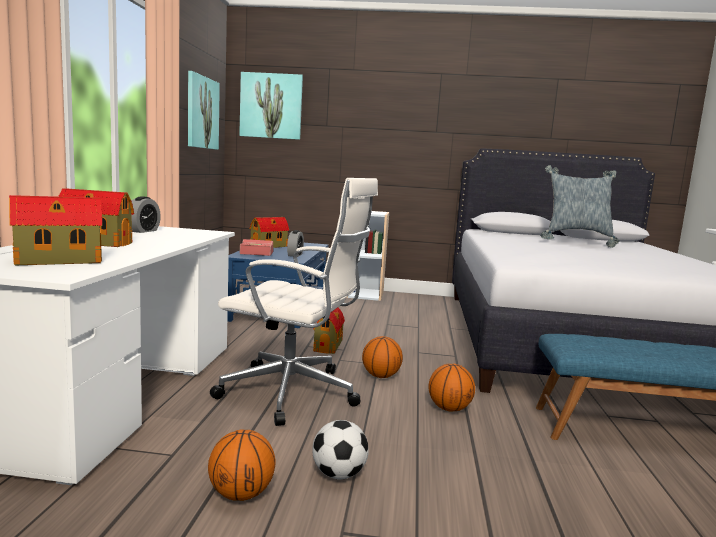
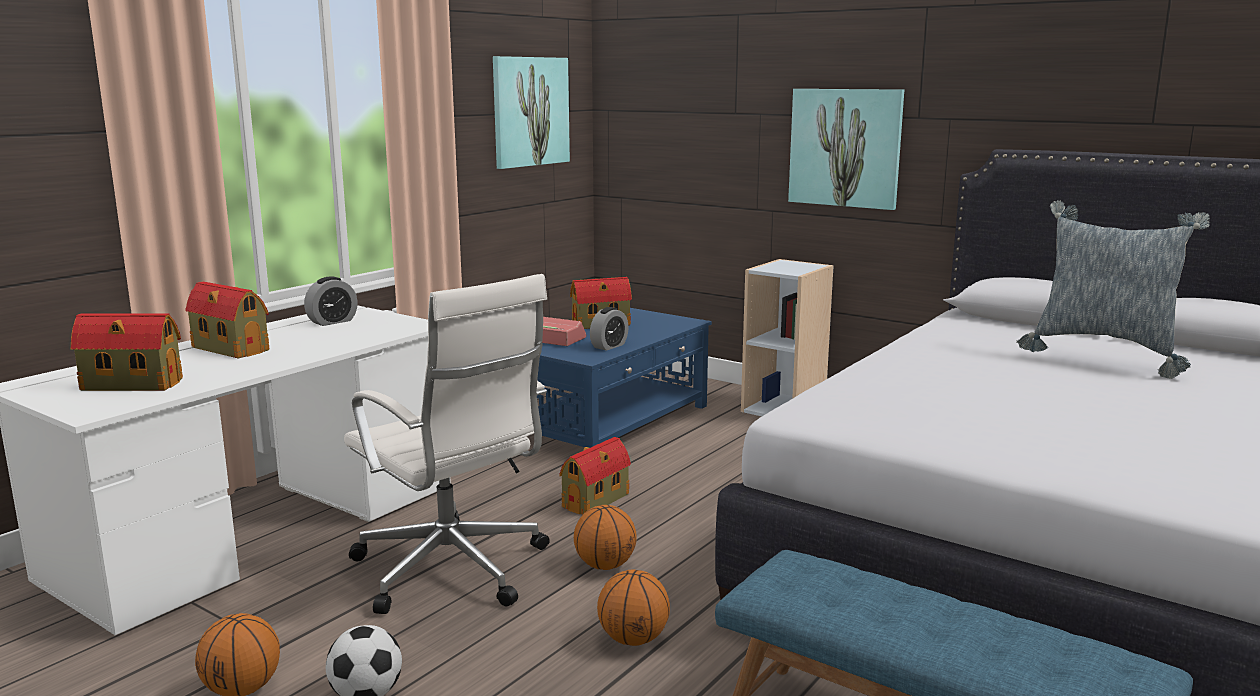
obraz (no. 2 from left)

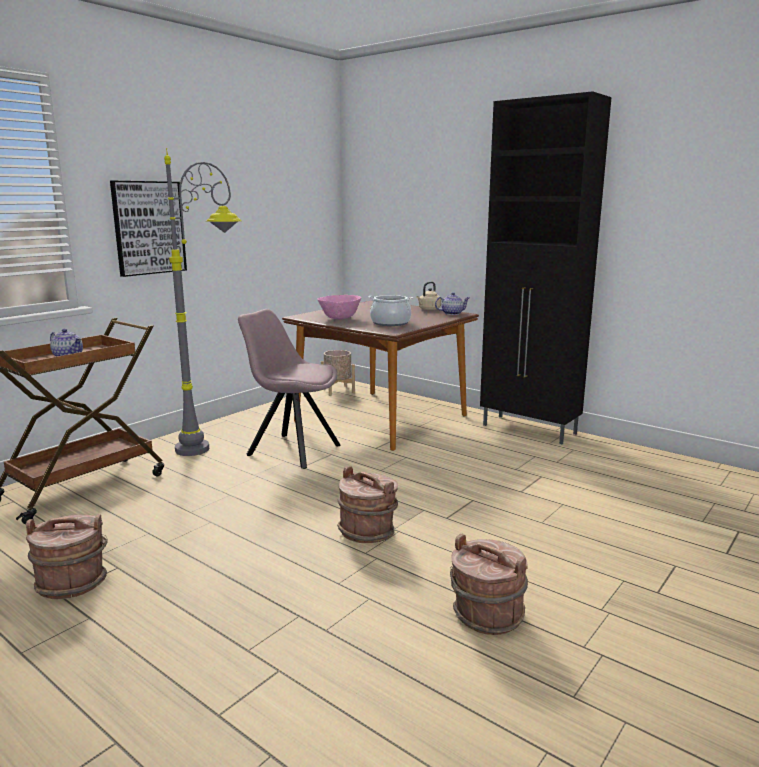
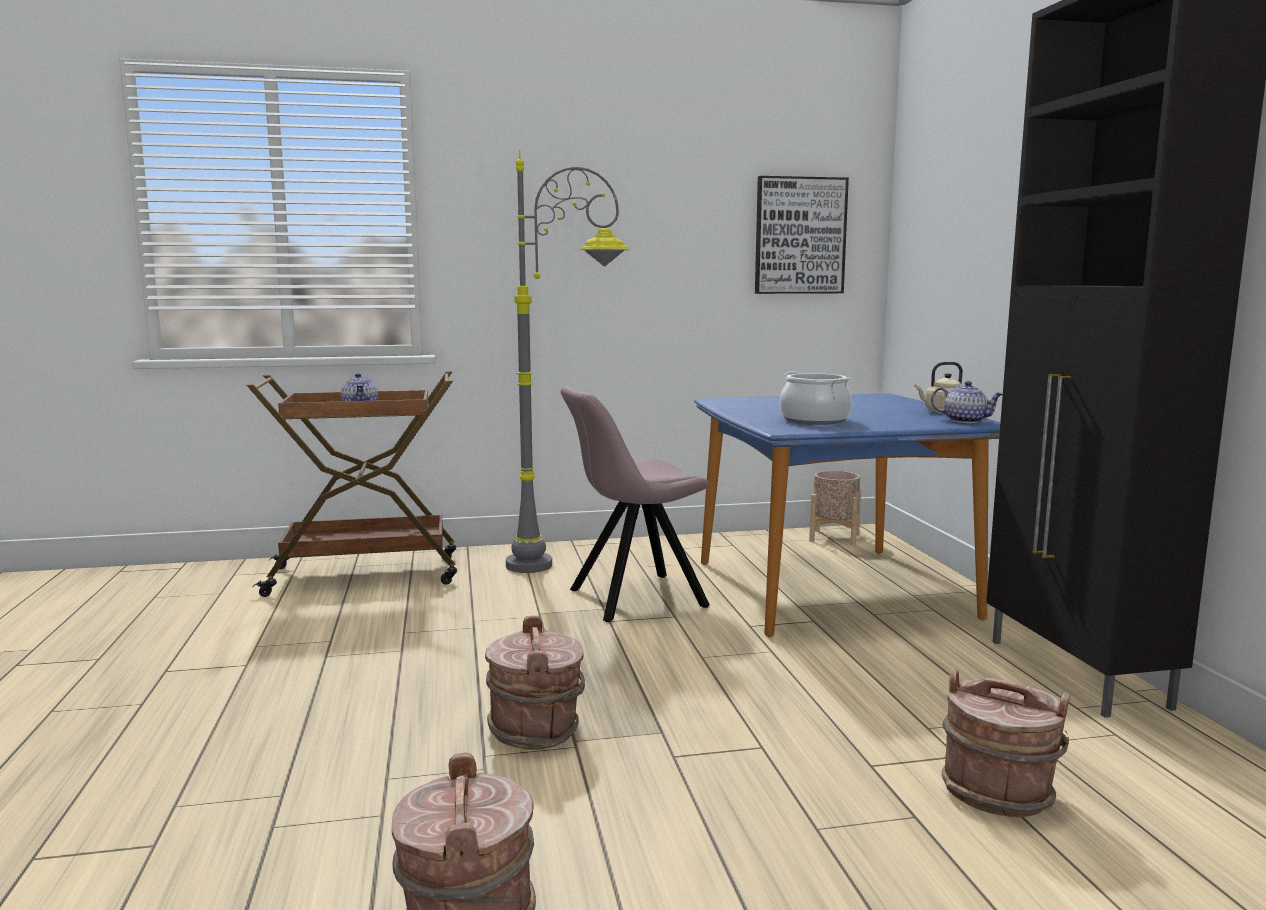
miska [różowy]
wiadro [brązowy] (no. 3 from left)
obraz
stół jadalny [niebieski]
krzesło [różowy]

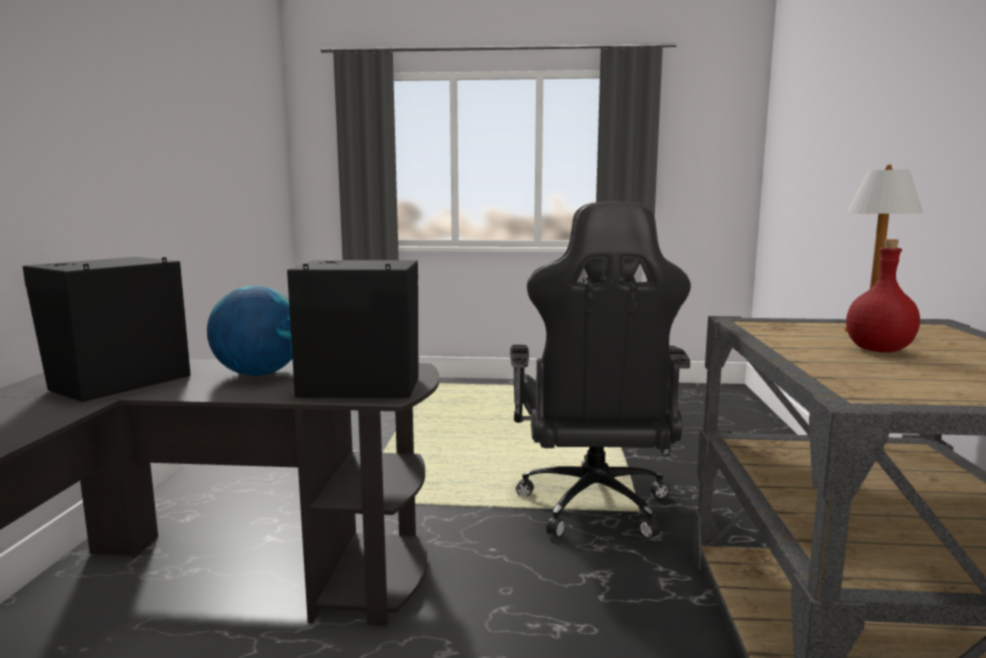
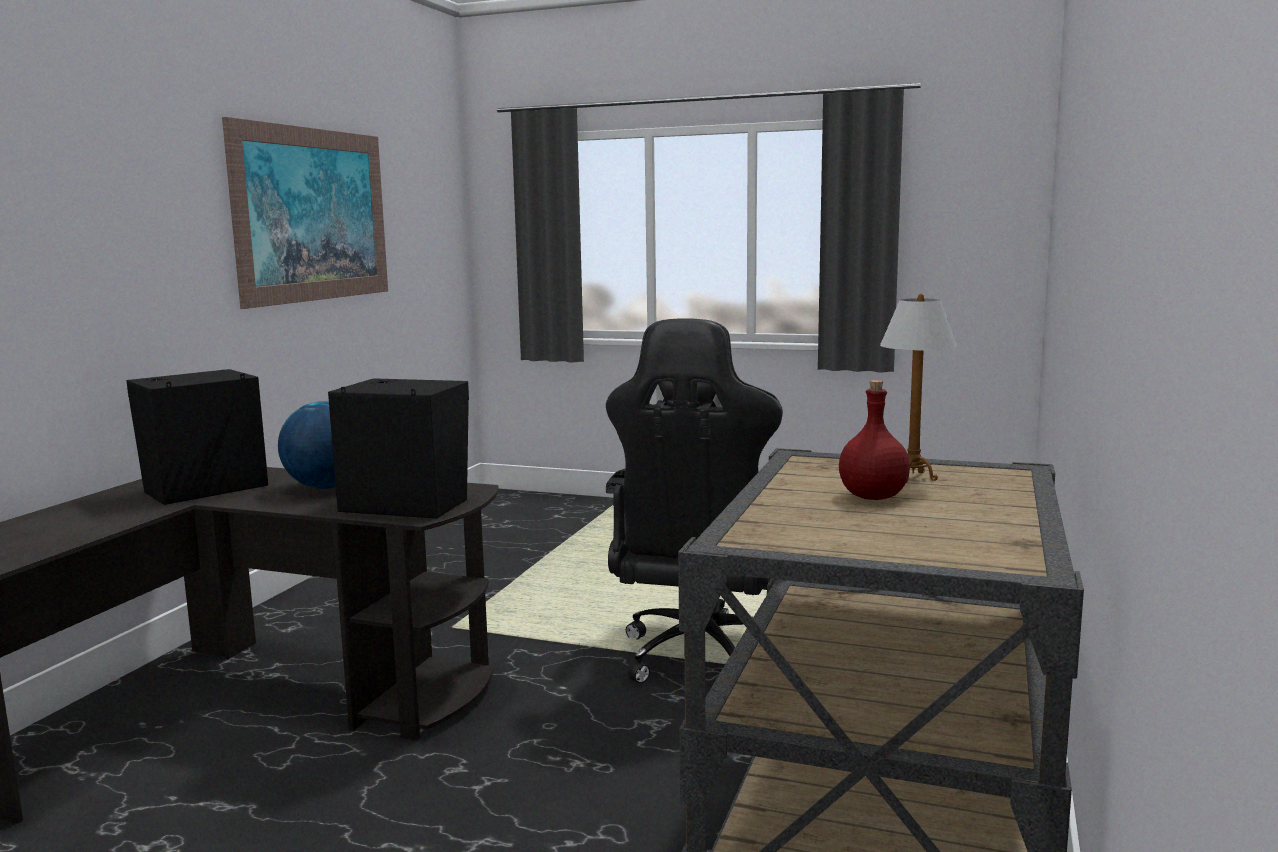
obraz

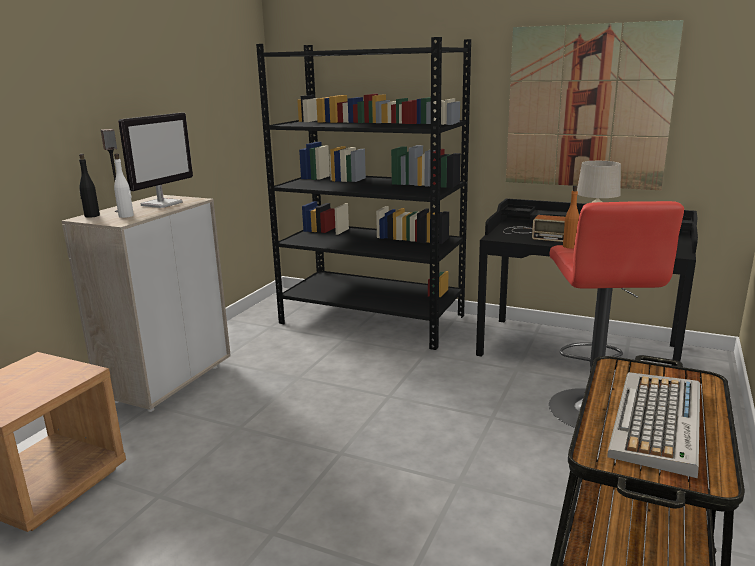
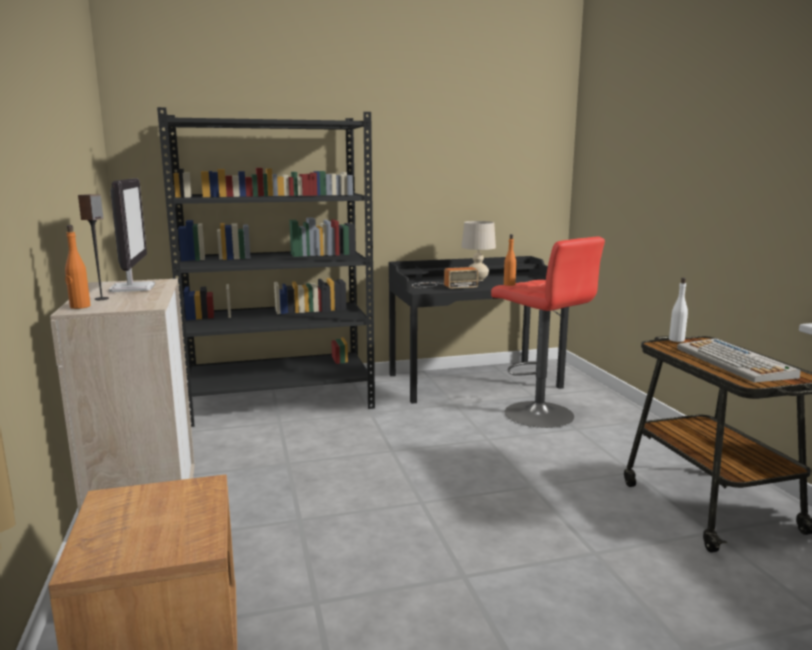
obraz
butelka [biały]
butelka [pomarańczowy] (no. 1 from left)

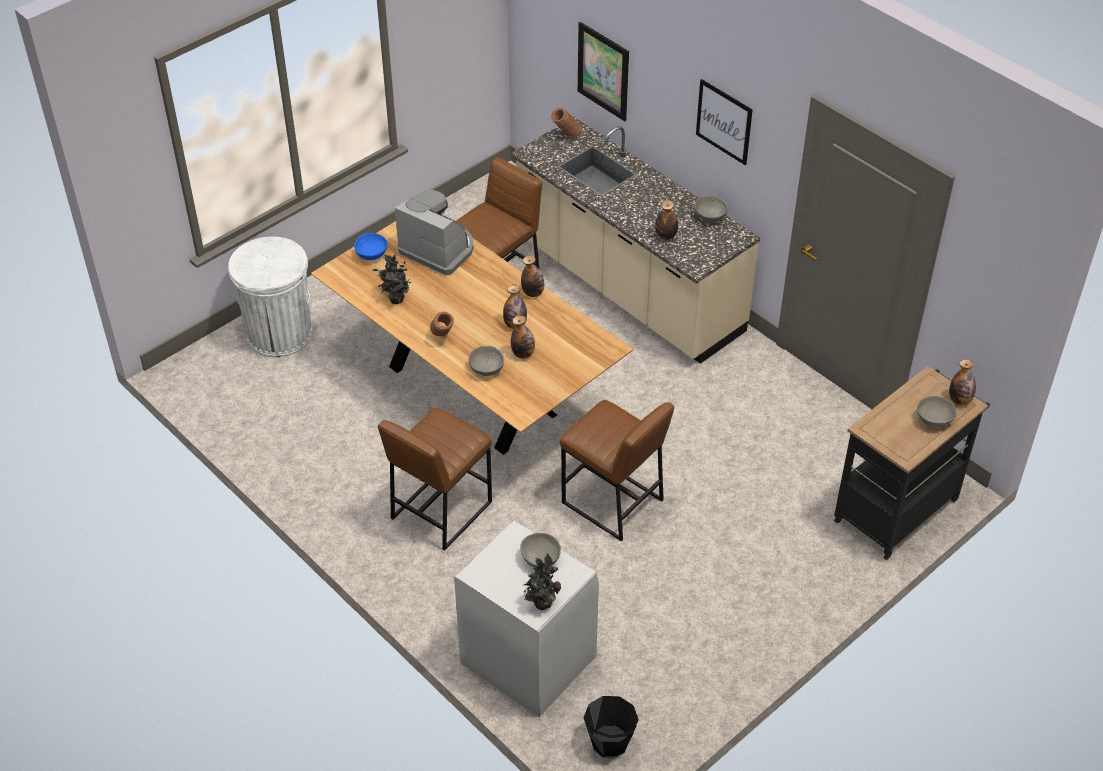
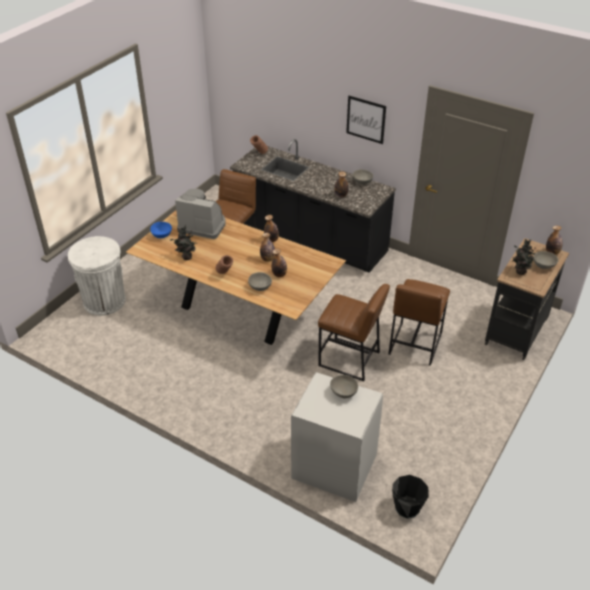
obraz (no. 1 from left in the first image)
krzesło [brązowy] (no. 3 from left)
roślina doniczkowa (no. 2 from left)
zabudowa kuchenna [czarny]

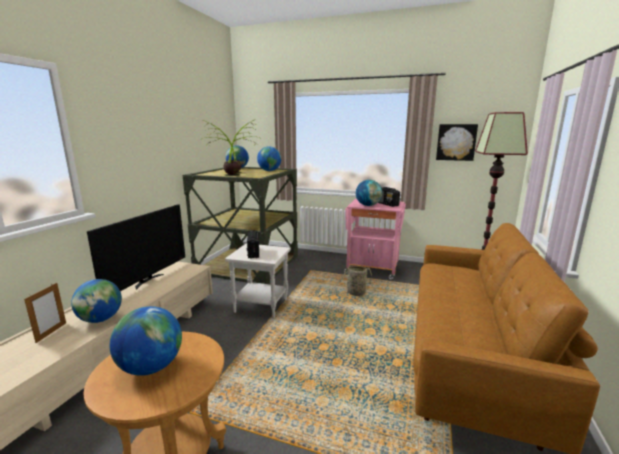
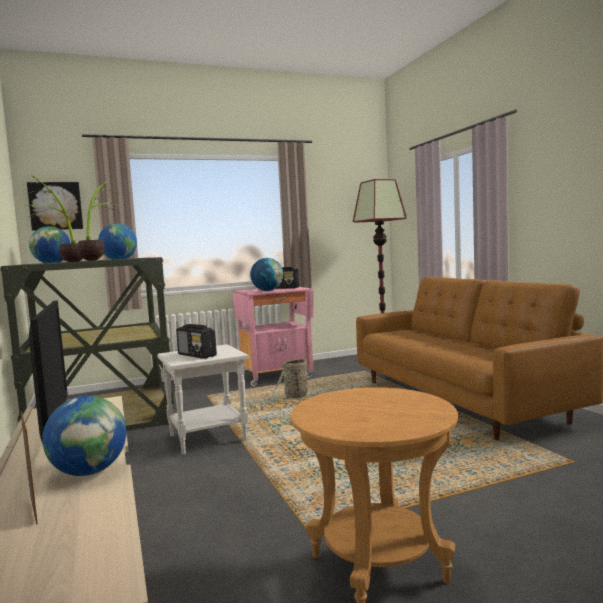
globus (no. 2 from left in the first image)
obraz

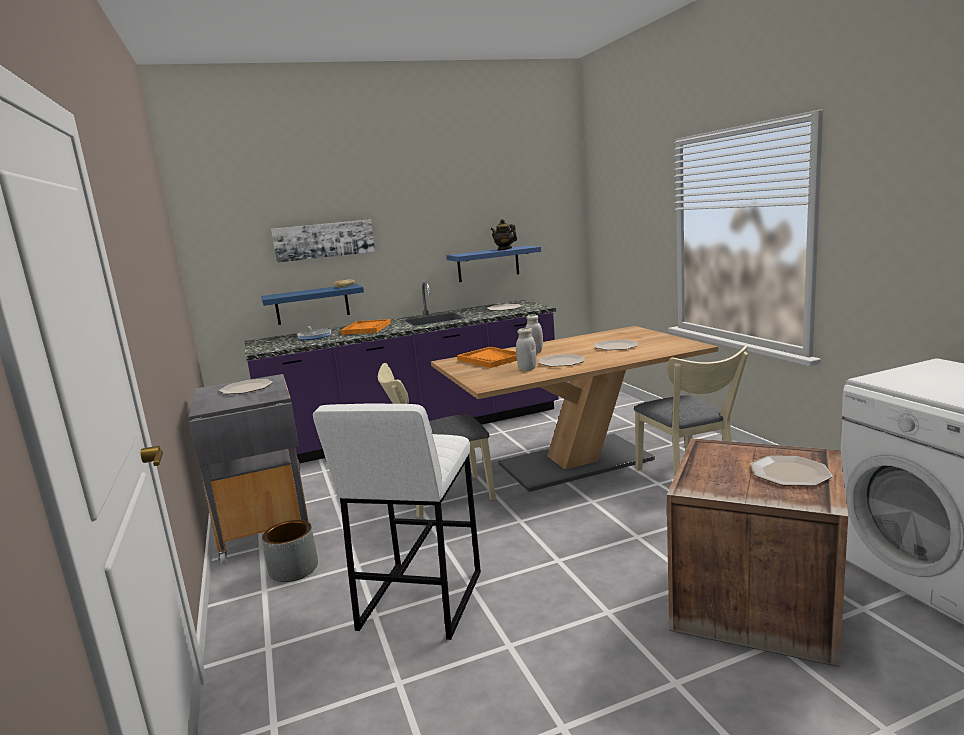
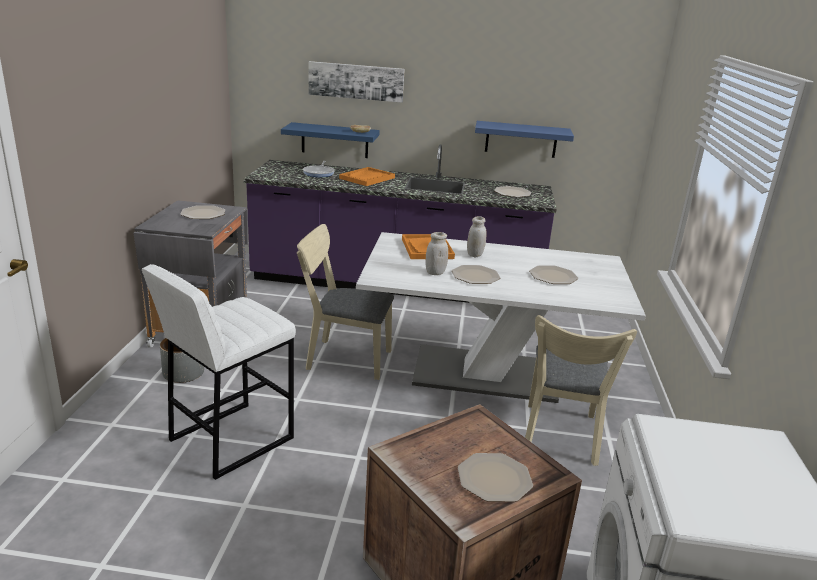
imbryk
stół jadalny [biały]

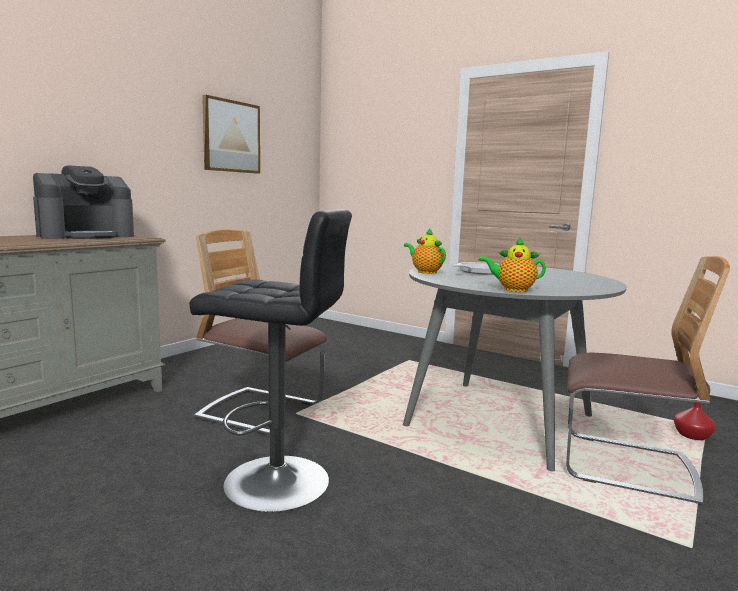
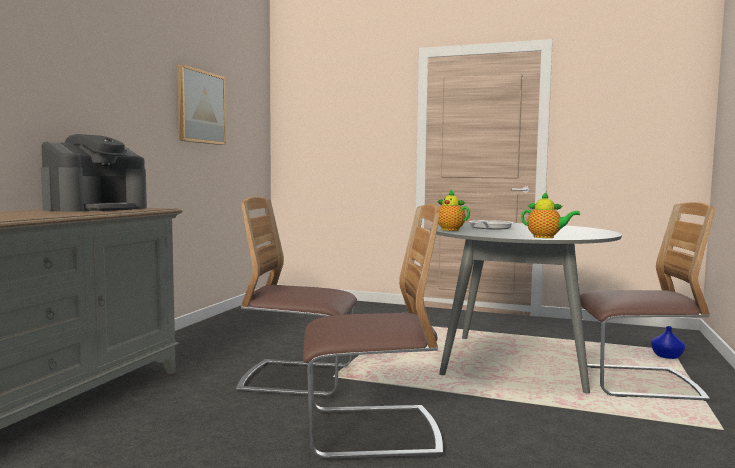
krzesło (no. 2 from left)
wazon [niebieski]
imbryk (no. 2 from left)

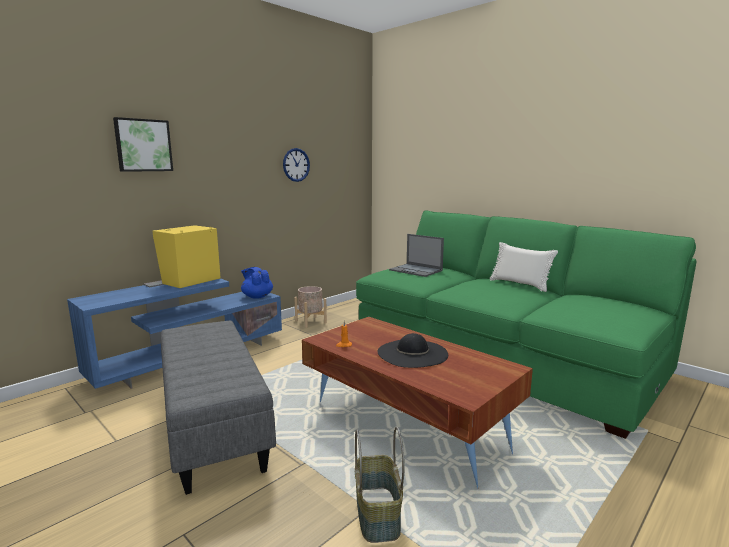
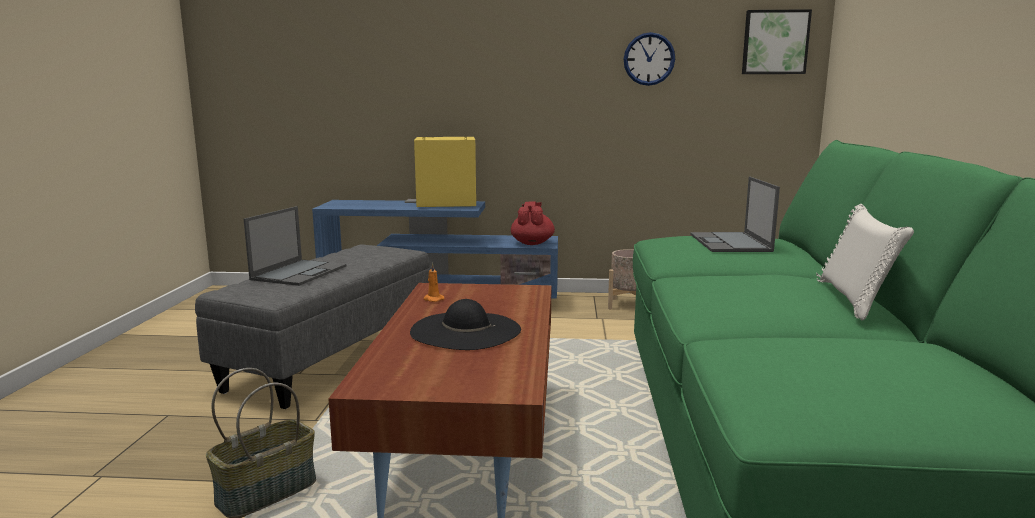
laptop (no. 1 from left)
obraz
imbryk [czerwony]

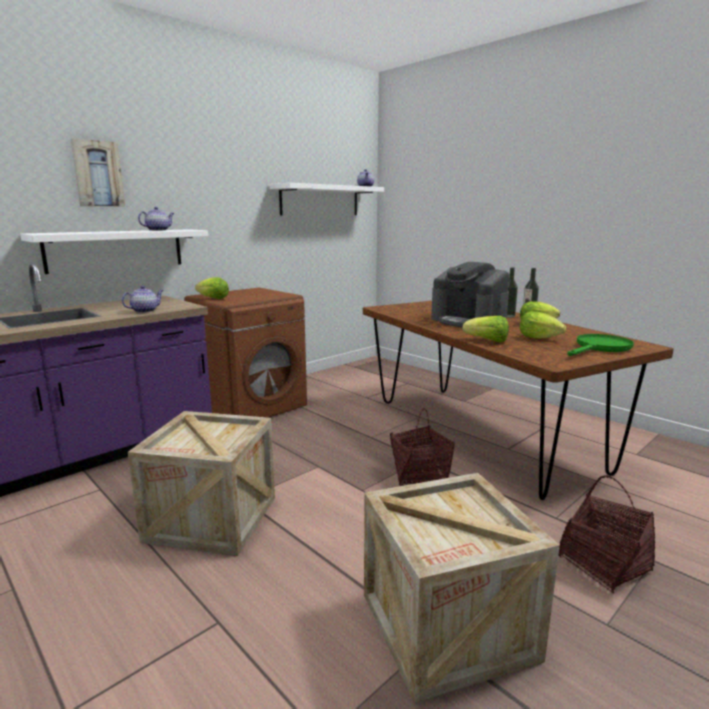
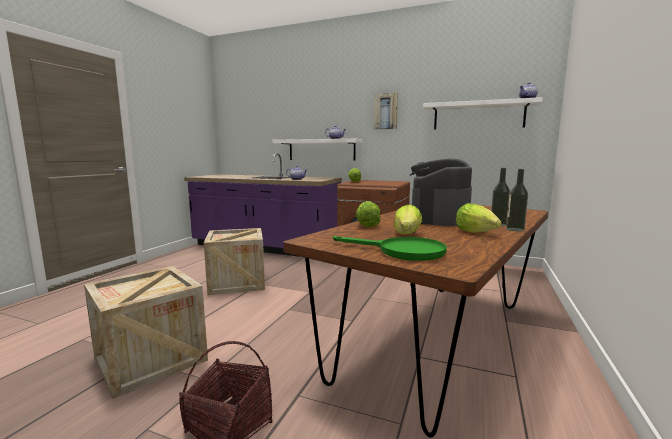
koszyk (no. 1 from left in the first image)
obraz

